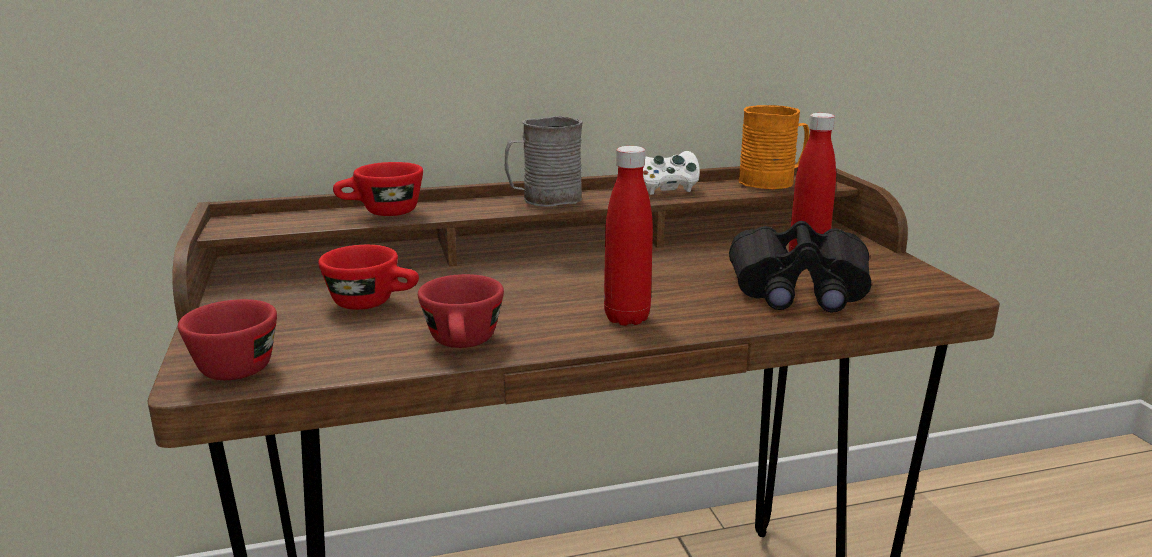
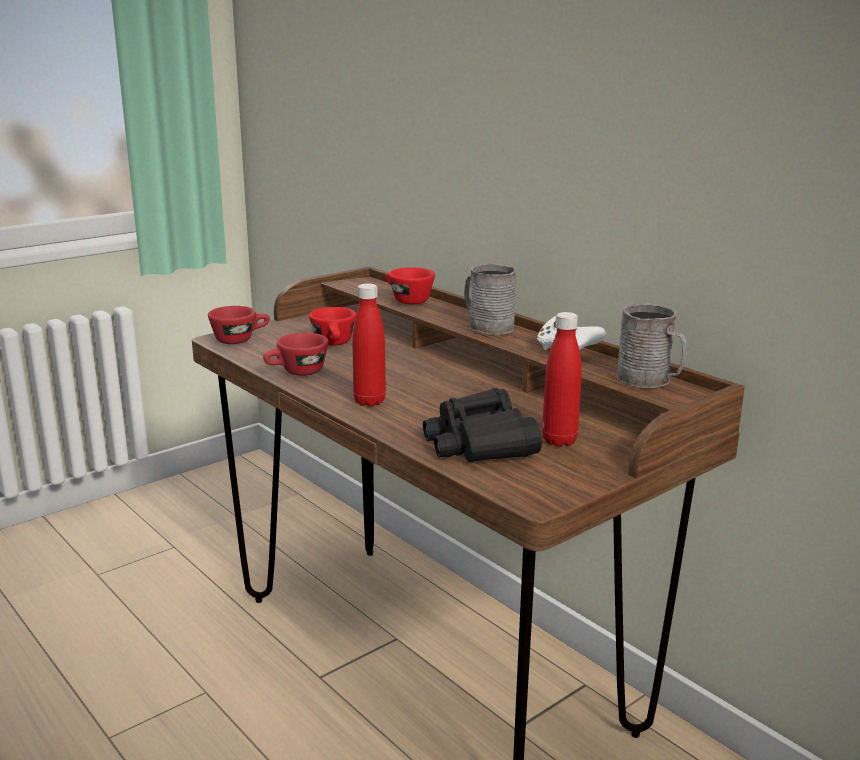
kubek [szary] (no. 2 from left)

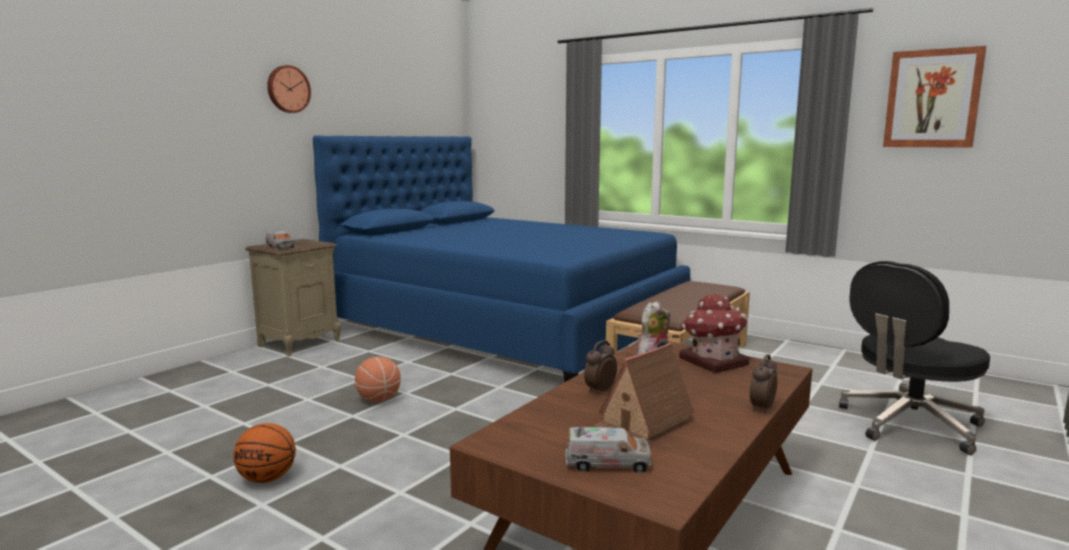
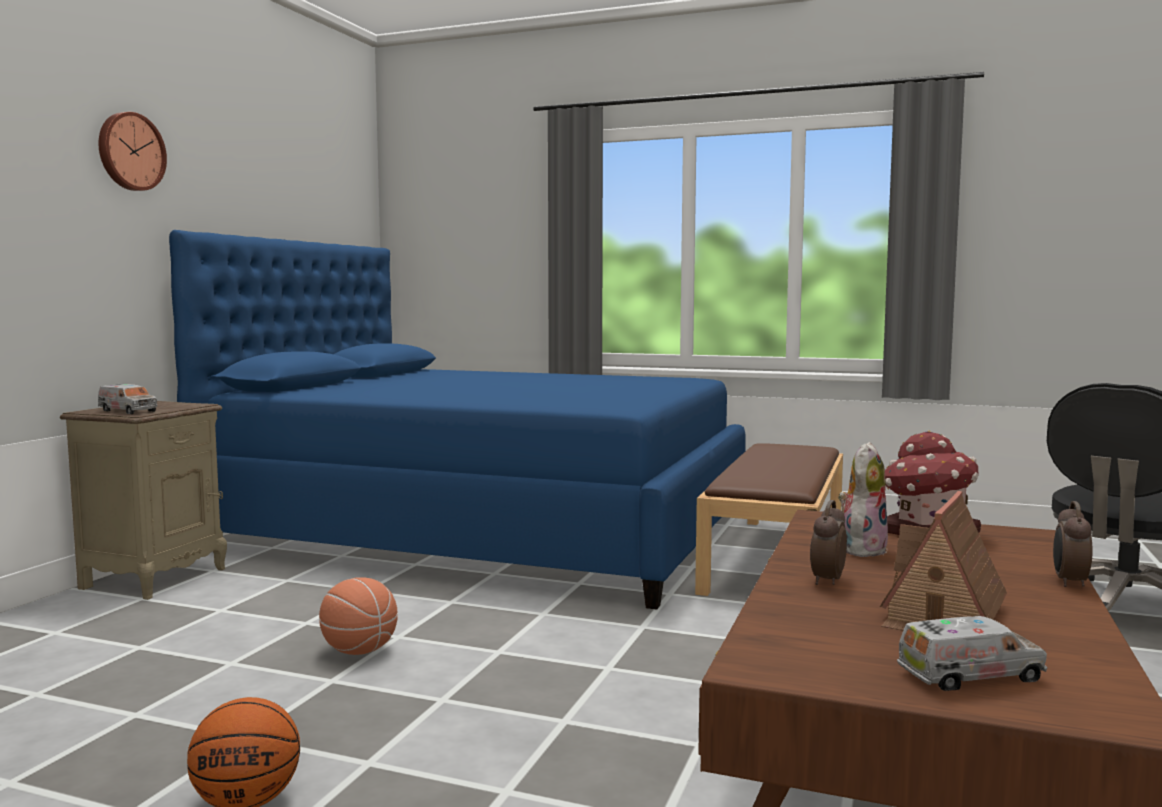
obraz

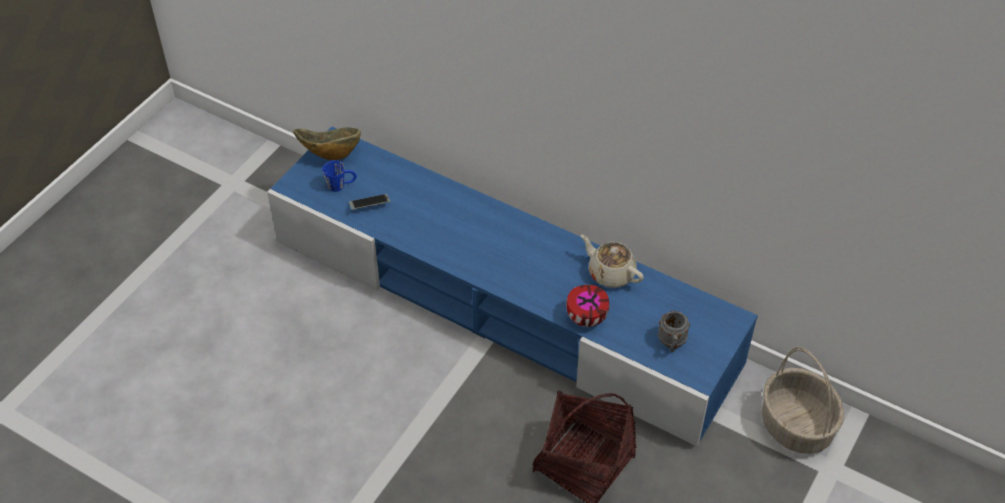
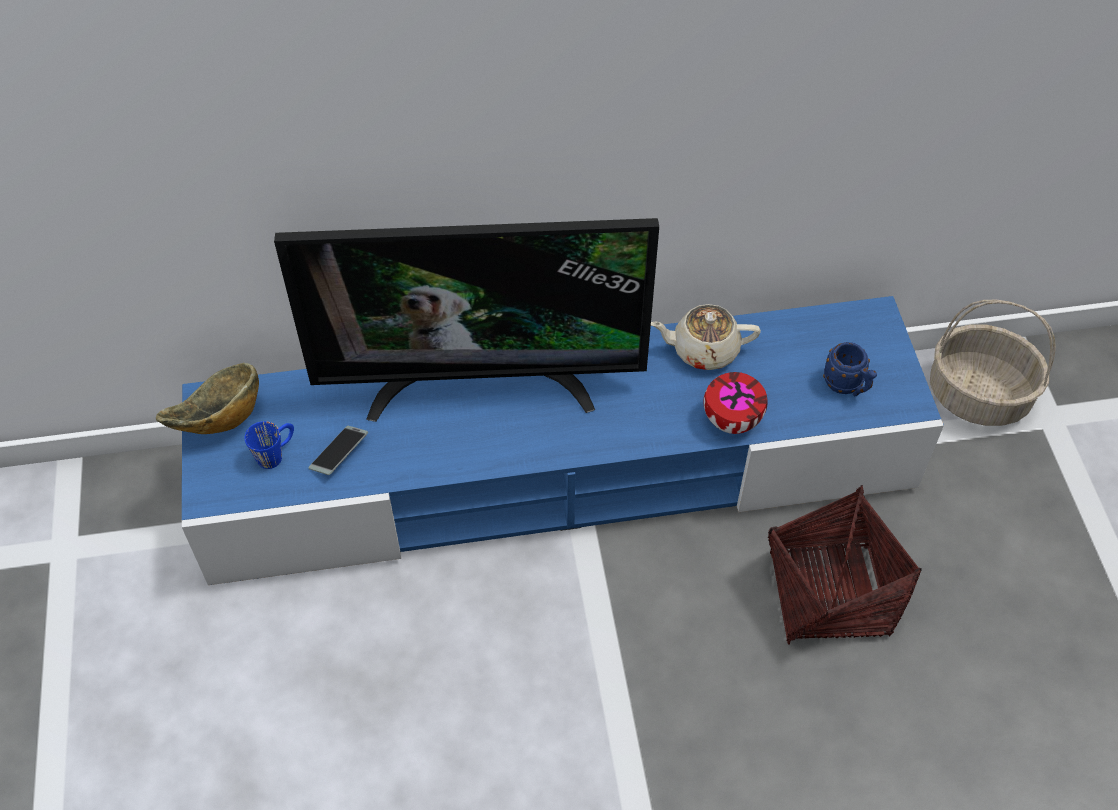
telewizor
kubek [niebieski] (no. 2 from left)

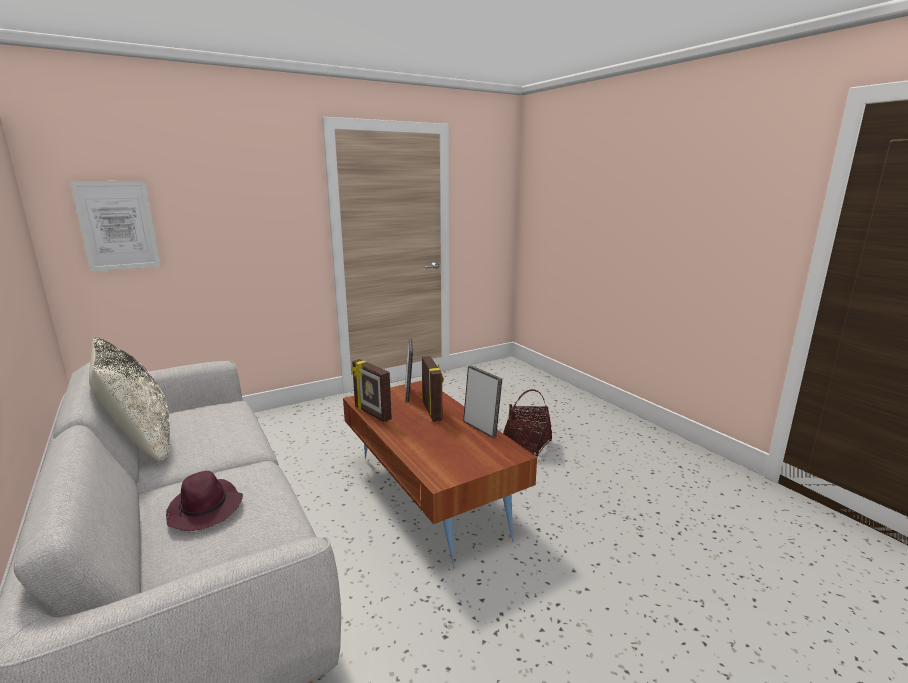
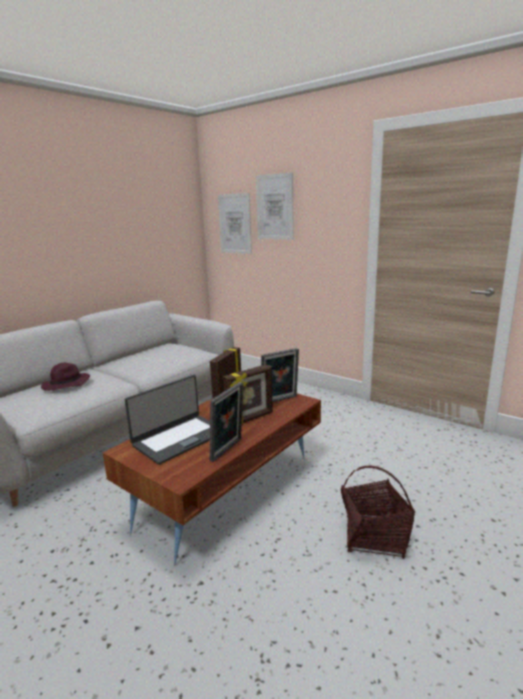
poduszka [beżowy]
laptop
obraz (no. 2 from left)

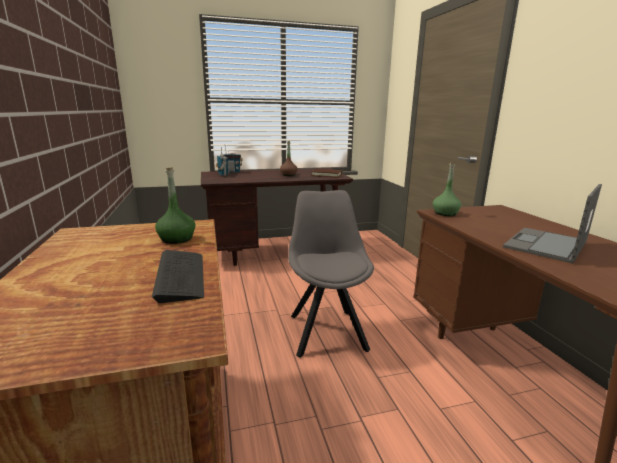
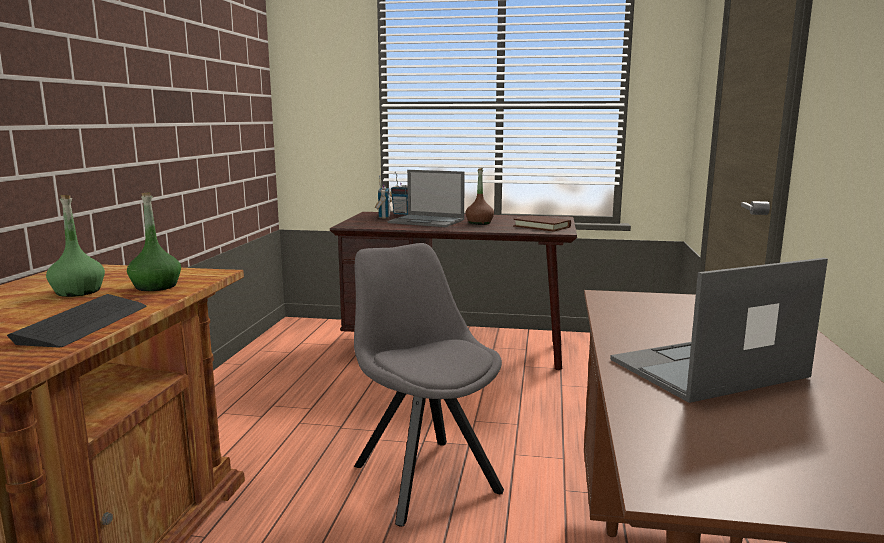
laptop (no. 1 from left)
butelka [zielony] (no. 1 from left)
krzesło [szary]

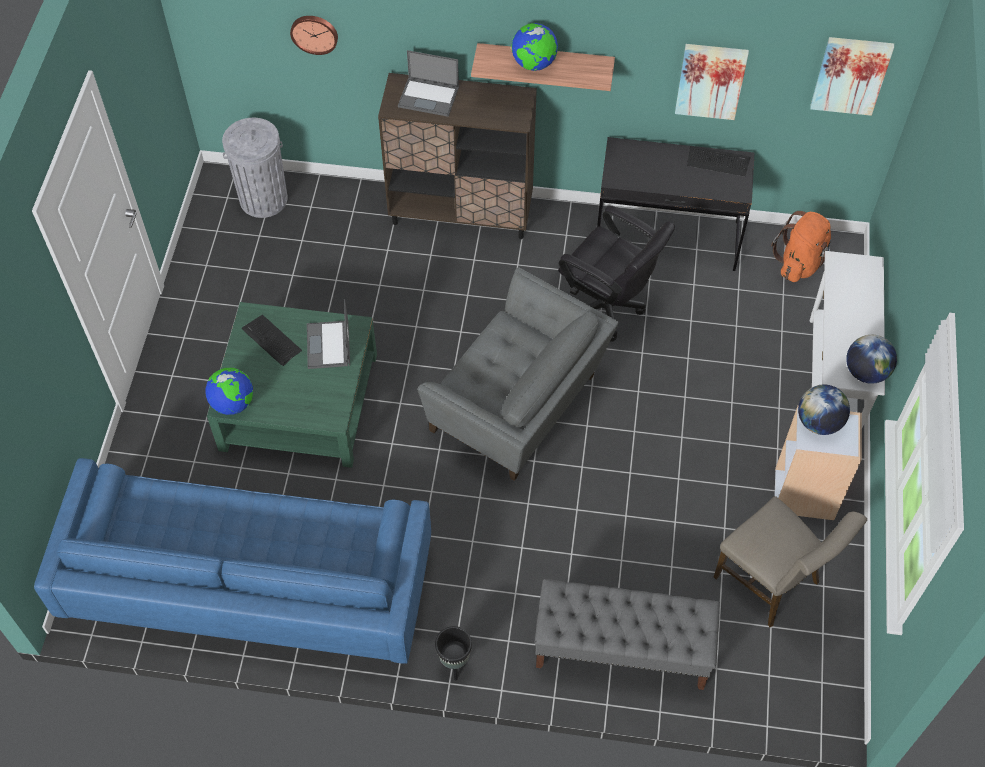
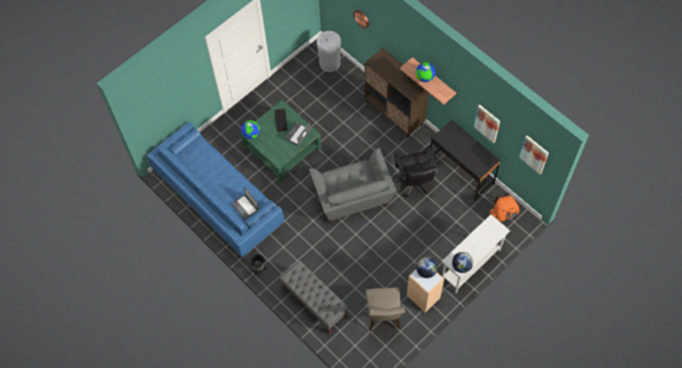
laptop (no. 1 from left)

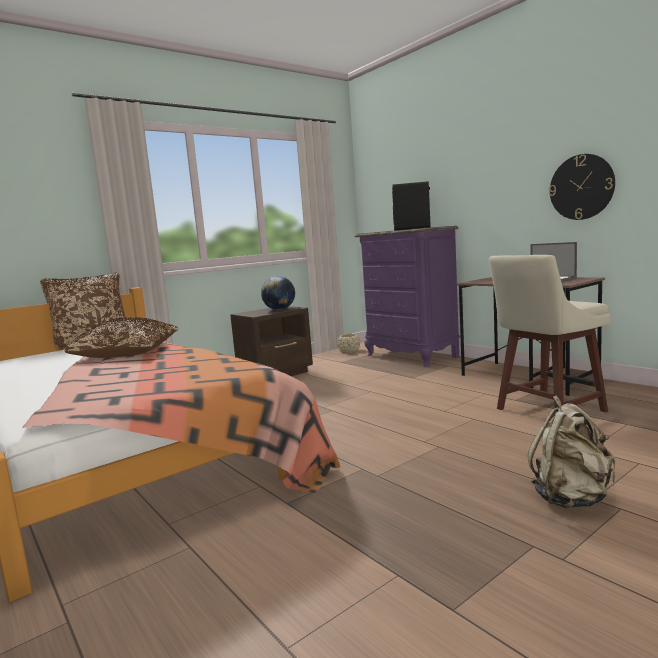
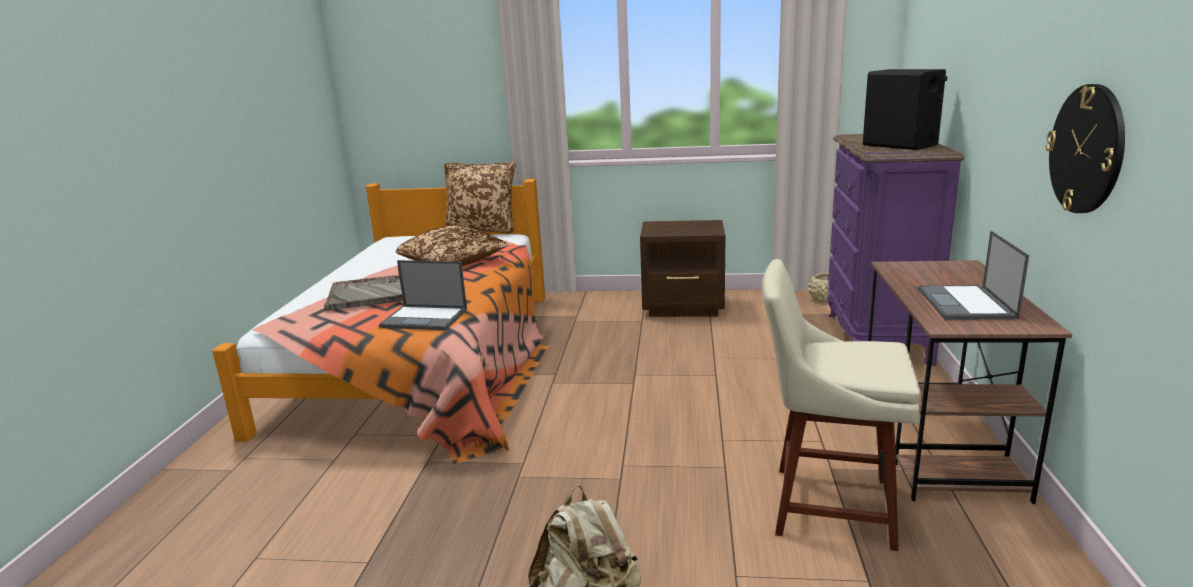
globus
taca [szary]
laptop (no. 1 from left)

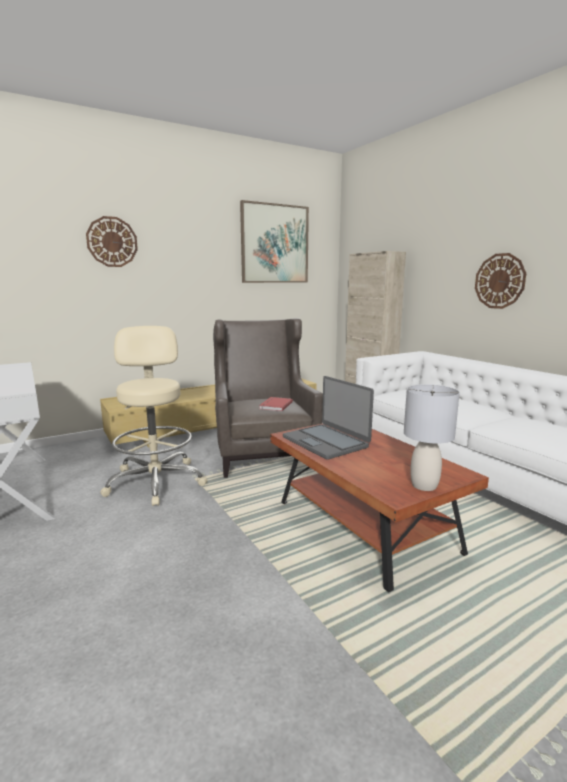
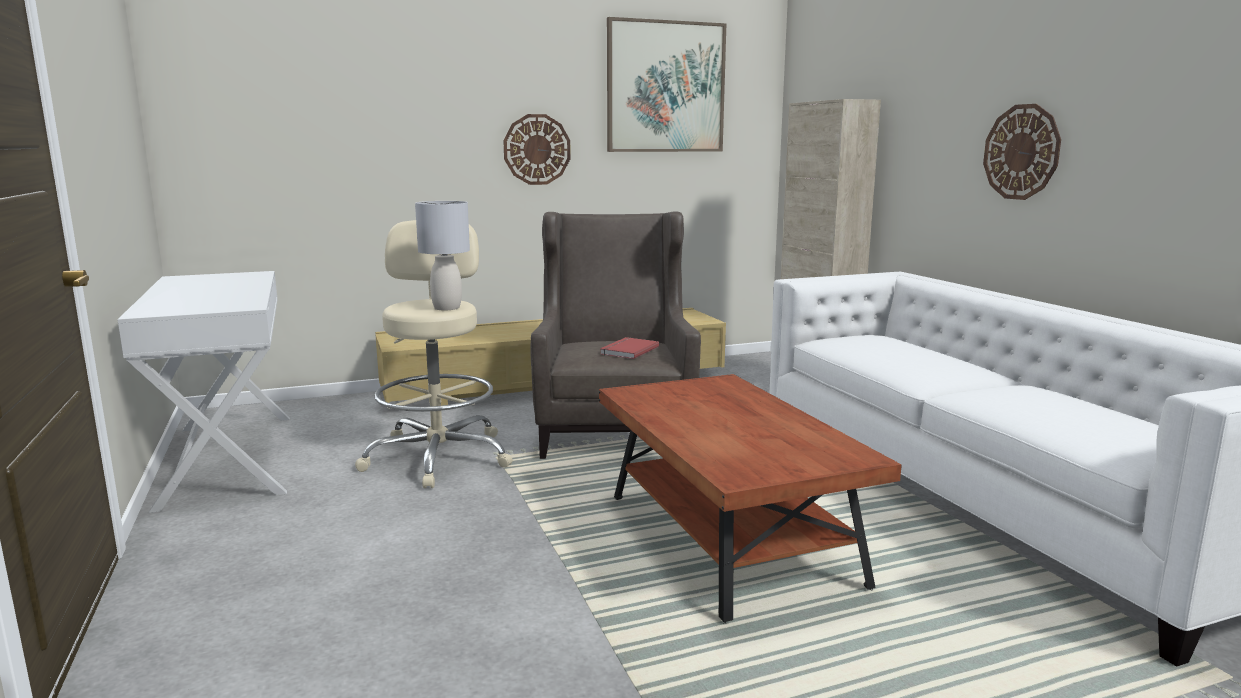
laptop
zegar ścienny (no. 1 from left)
lampa stołowa [szary]

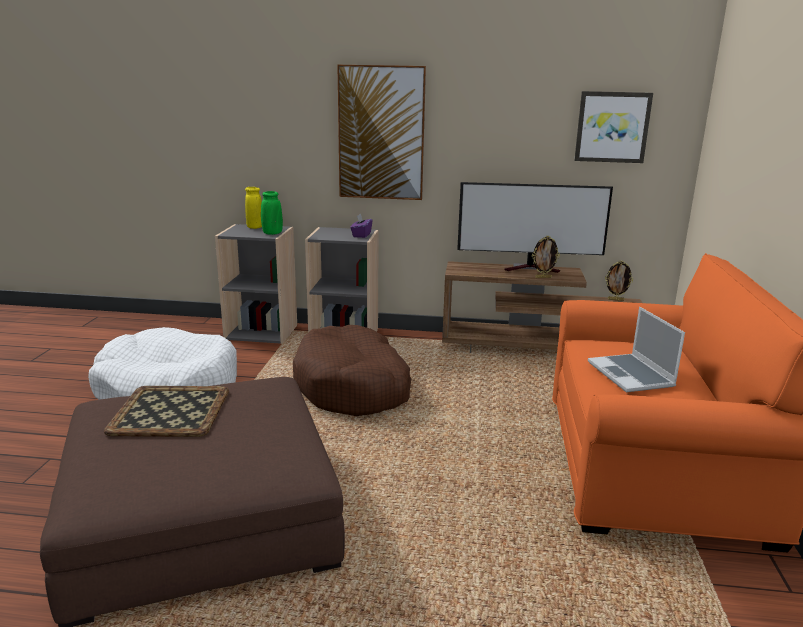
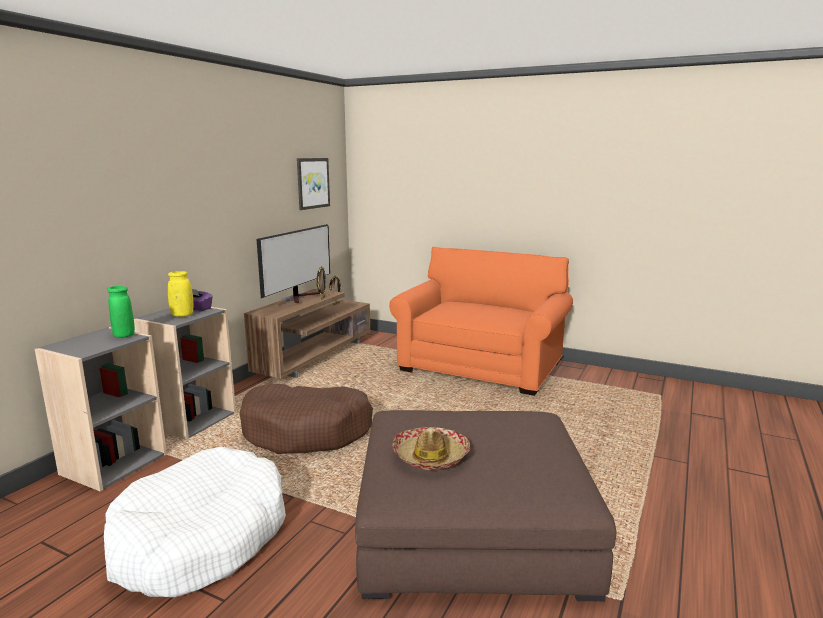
obraz (no. 1 from left in the first image)
laptop
wazon [żółty]
kapelusz

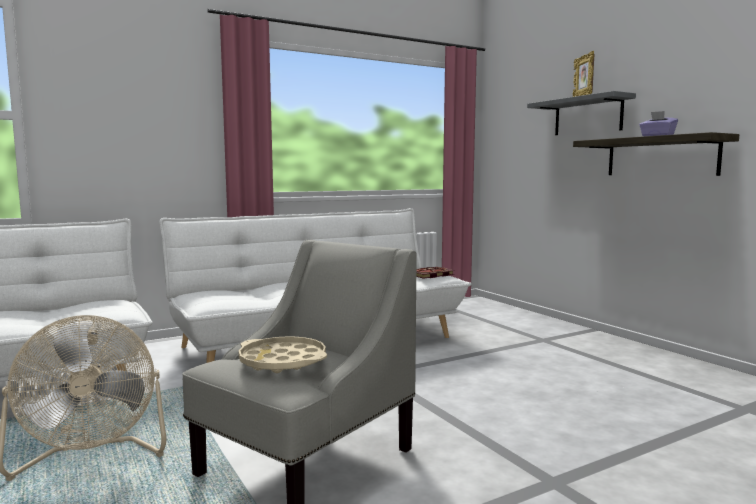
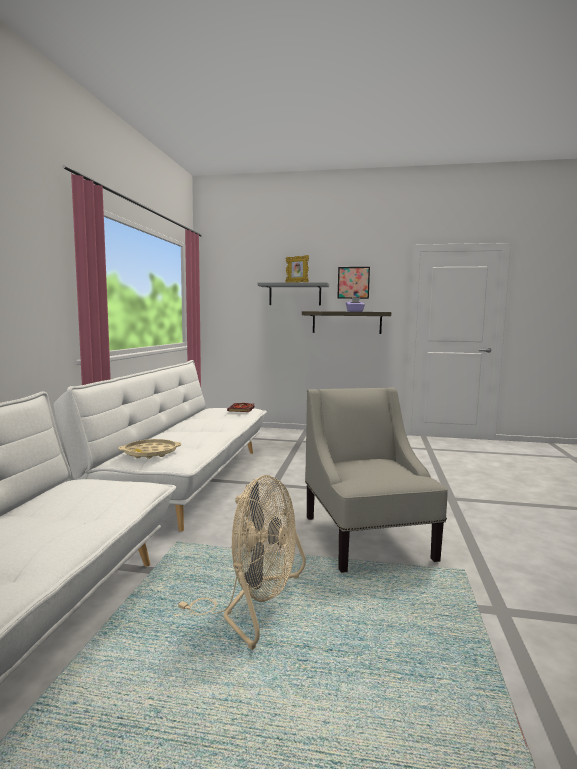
obraz
taca [beżowy]

